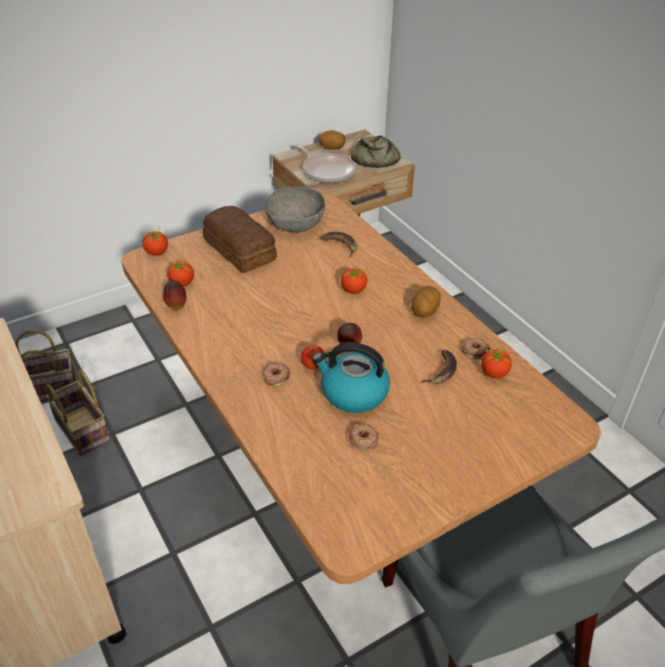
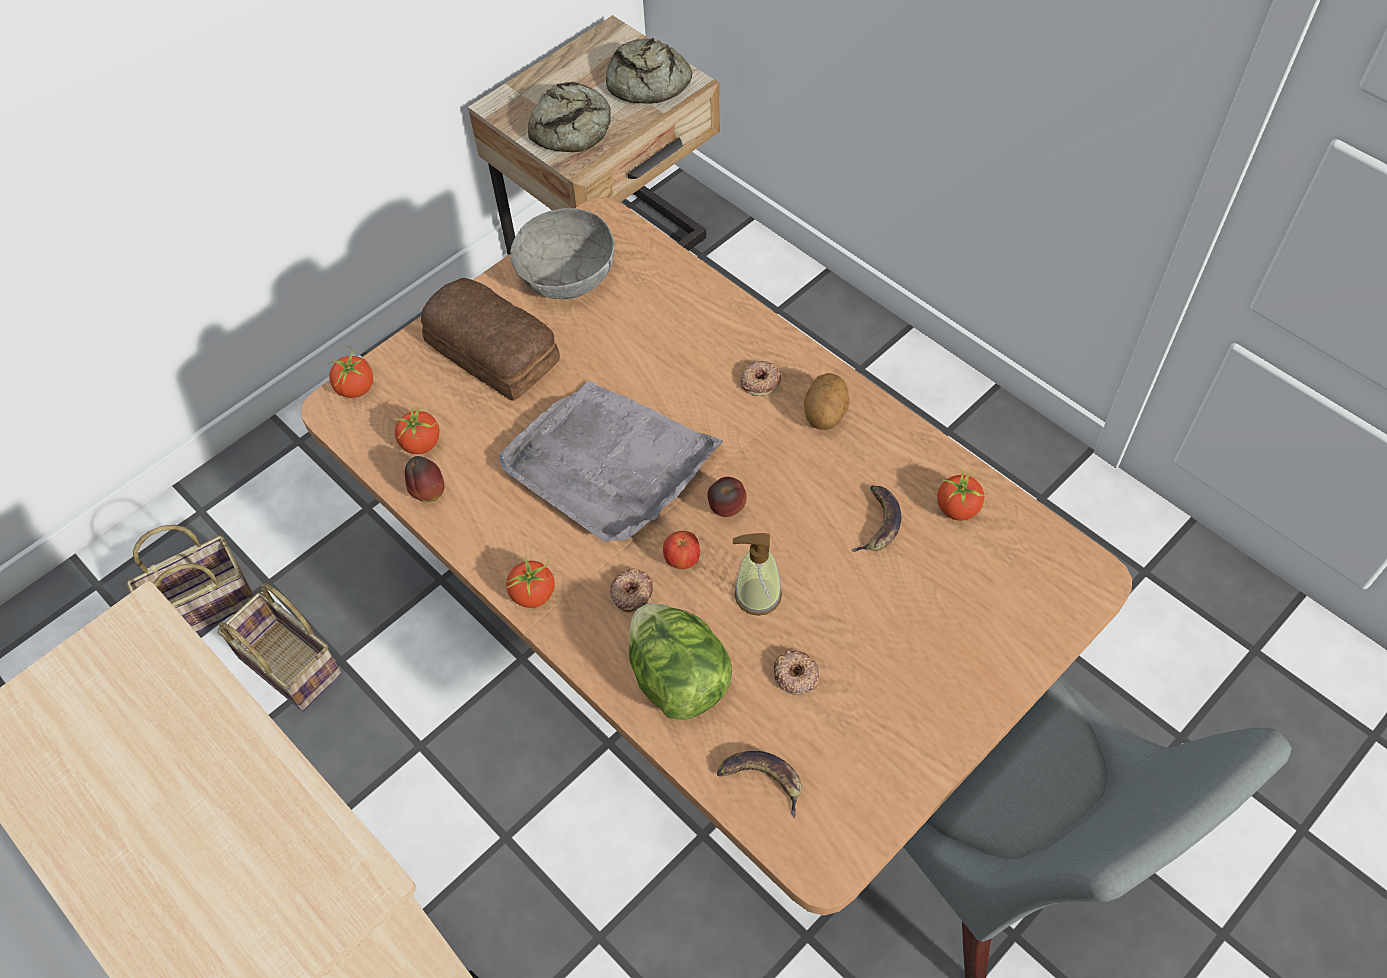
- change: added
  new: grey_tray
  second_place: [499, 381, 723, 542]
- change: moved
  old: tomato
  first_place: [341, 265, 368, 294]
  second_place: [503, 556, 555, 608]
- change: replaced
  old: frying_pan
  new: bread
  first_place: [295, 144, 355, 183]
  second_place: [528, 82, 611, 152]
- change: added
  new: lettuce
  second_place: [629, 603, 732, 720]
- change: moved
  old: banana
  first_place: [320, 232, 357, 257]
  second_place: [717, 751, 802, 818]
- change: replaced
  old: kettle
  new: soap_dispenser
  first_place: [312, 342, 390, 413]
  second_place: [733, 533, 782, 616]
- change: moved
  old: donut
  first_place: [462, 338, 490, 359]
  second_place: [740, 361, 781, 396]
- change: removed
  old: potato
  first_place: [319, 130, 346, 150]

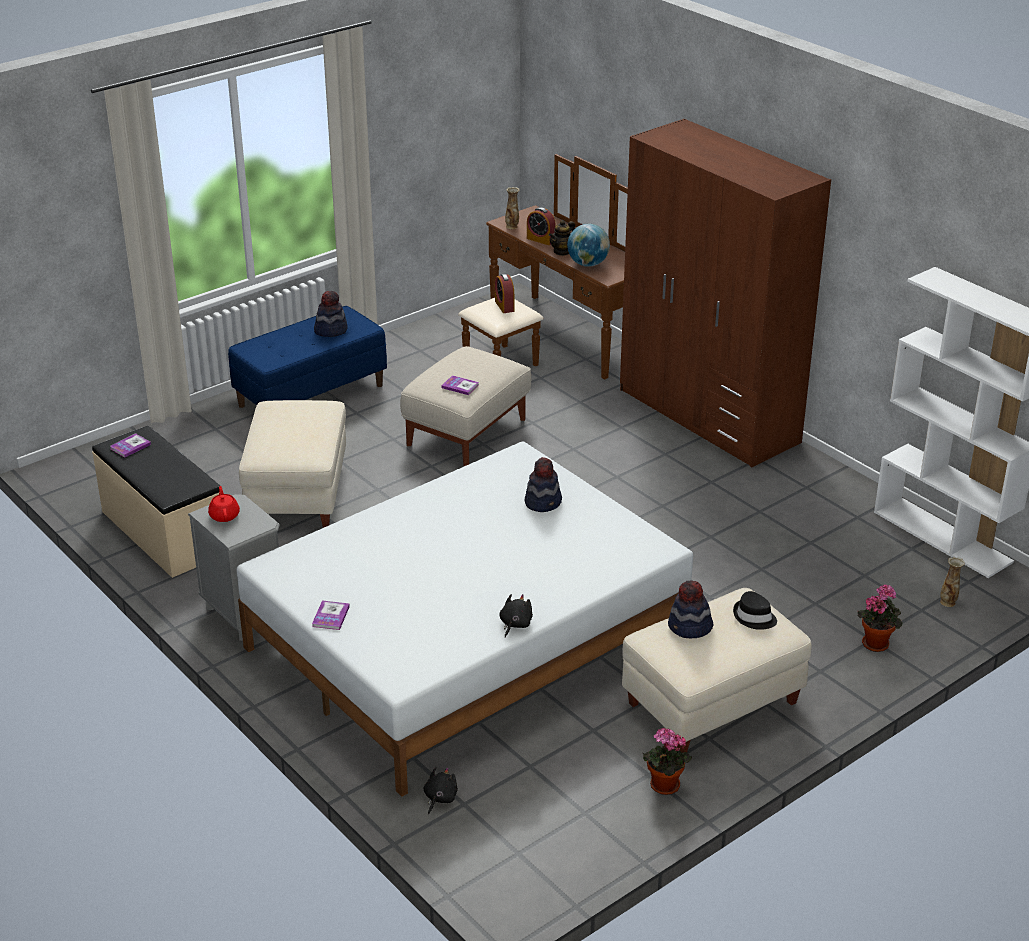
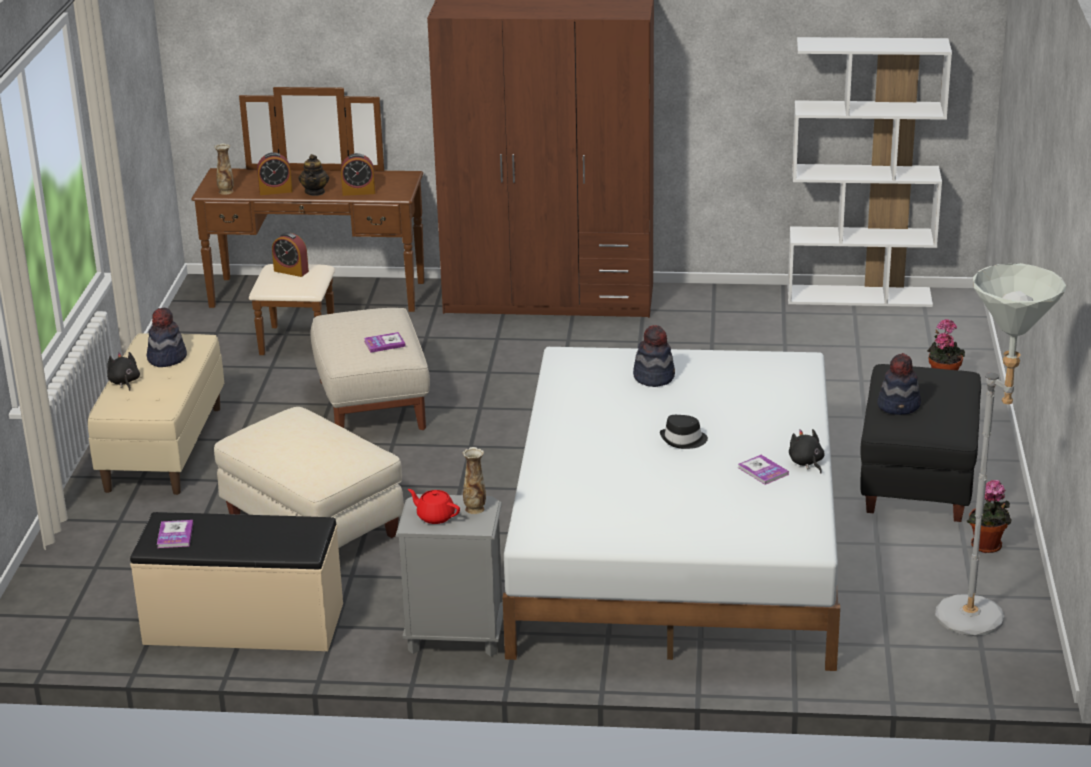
- change: recoloured
  old: blue_bench
  new: beige_bench
  first_place: [228, 306, 387, 408]
  second_place: [88, 333, 224, 495]
- change: moved
  old: black_plush_toy
  first_place: [424, 767, 458, 814]
  second_place: [107, 352, 140, 391]
- change: replaced
  old: globe
  new: alarm_clock
  first_place: [567, 224, 610, 267]
  second_place: [341, 153, 375, 196]
- change: moved
  old: vase
  first_place: [940, 557, 965, 607]
  second_place: [463, 447, 486, 514]
- change: moved
  old: black_hat
  first_place: [733, 591, 777, 630]
  second_place: [660, 415, 708, 449]
- change: moved
  old: book
  first_place: [312, 601, 350, 630]
  second_place: [738, 455, 789, 485]
- change: recoloured
  old: beige_ottoman
  new: black_ottoman
  first_place: [622, 588, 812, 753]
  second_place: [860, 364, 981, 522]
- change: added
  new: grey_floor_lamp
  second_place: [935, 263, 1066, 636]

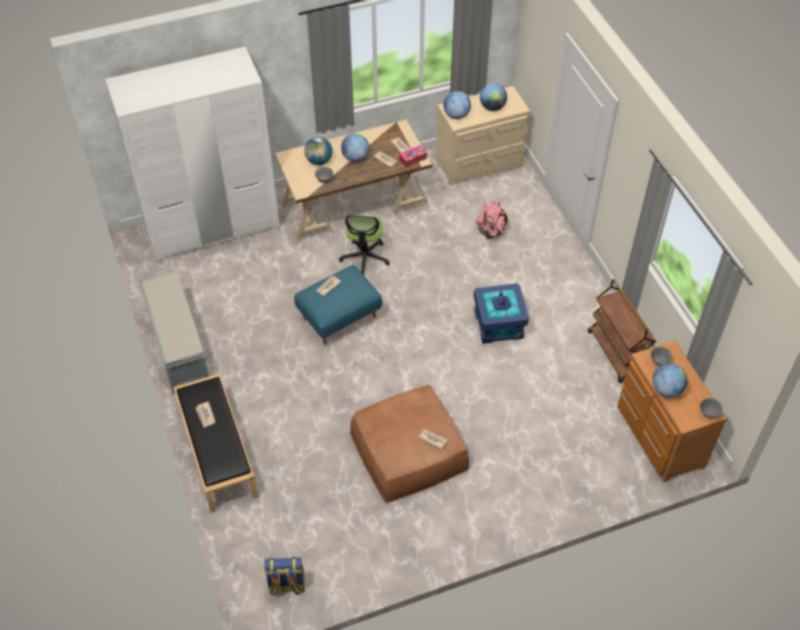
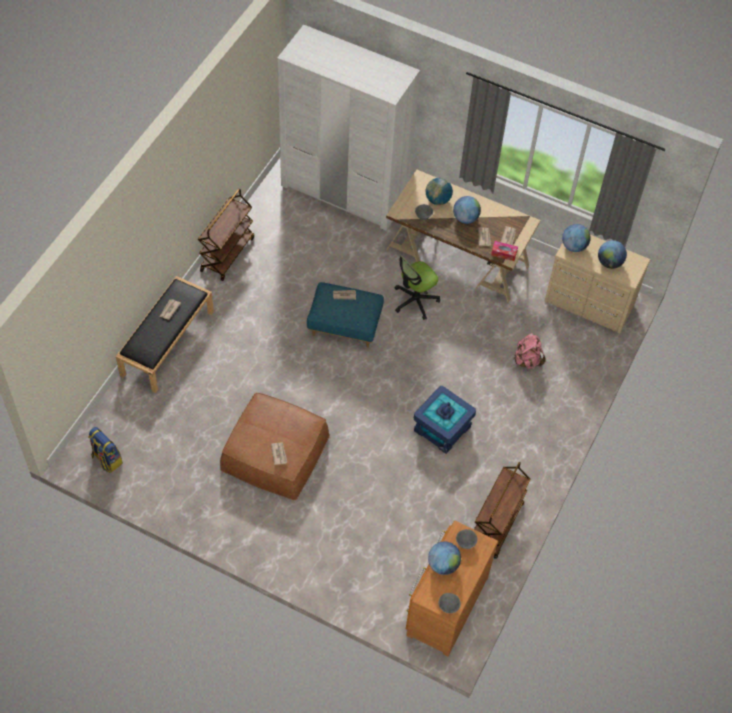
- change: replaced
  old: grey_bench
  new: brown_cart
  first_place: [139, 272, 209, 394]
  second_place: [198, 189, 254, 281]

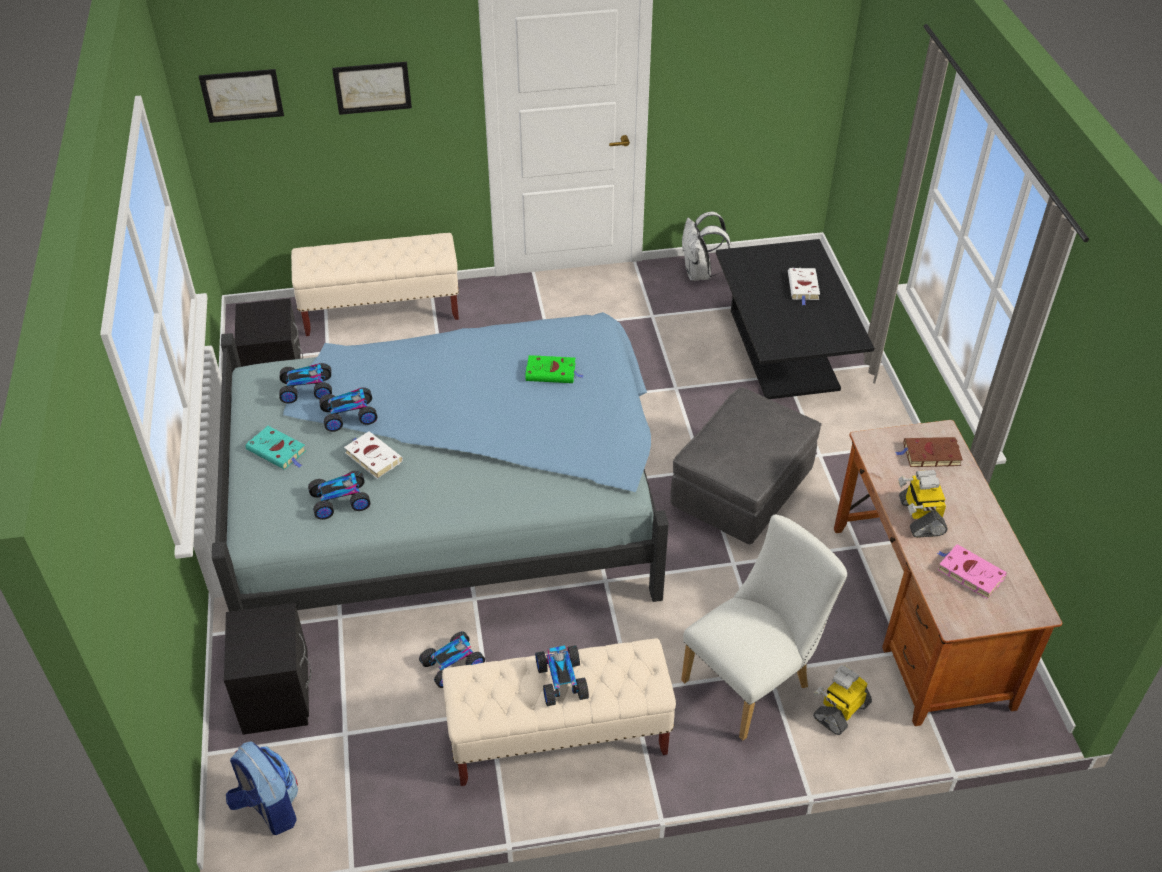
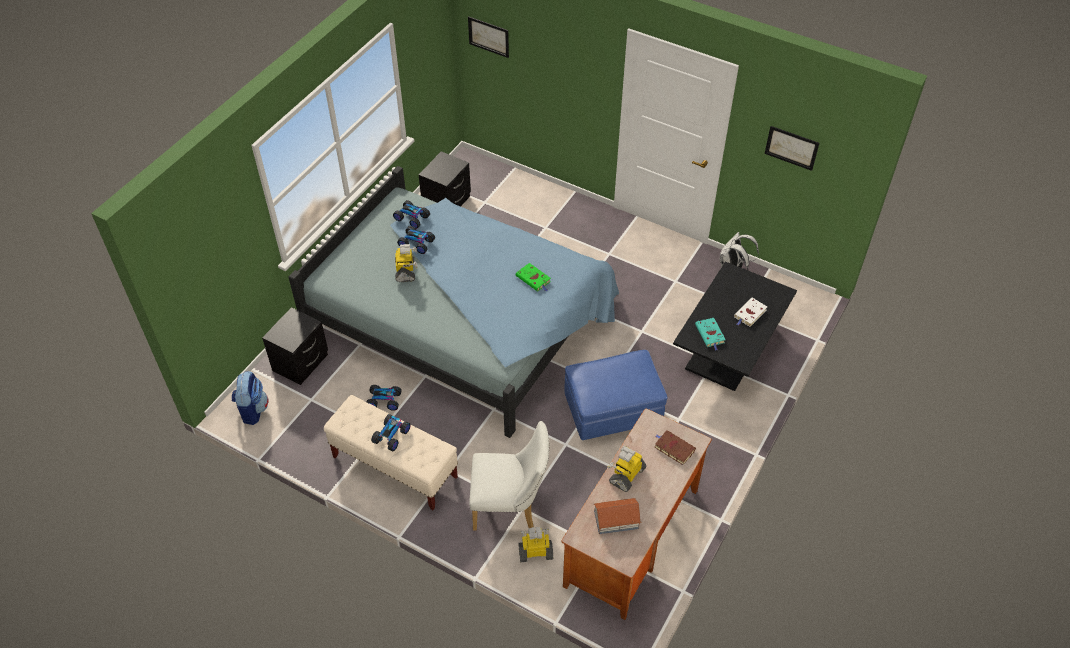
- change: replaced
  old: white_book
  new: toy_robot
  first_place: [344, 431, 403, 479]
  second_place: [395, 244, 417, 282]
- change: recoloured
  old: grey_ottoman
  new: blue_ottoman
  first_place: [670, 387, 822, 544]
  second_place: [565, 350, 667, 440]
- change: replaced
  old: pink_book
  new: toy_house
  first_place: [937, 544, 1007, 599]
  second_place: [593, 498, 642, 534]
- change: moved
  old: turquoise_book
  first_place: [246, 426, 306, 470]
  second_place: [695, 318, 726, 351]
- change: moved
  old: picture
  first_place: [332, 62, 412, 115]
  second_place: [765, 126, 819, 171]
- change: removed
  old: beige_bench
  first_place: [291, 233, 459, 336]
- change: removed
  old: toy_car
  first_place: [308, 471, 371, 520]

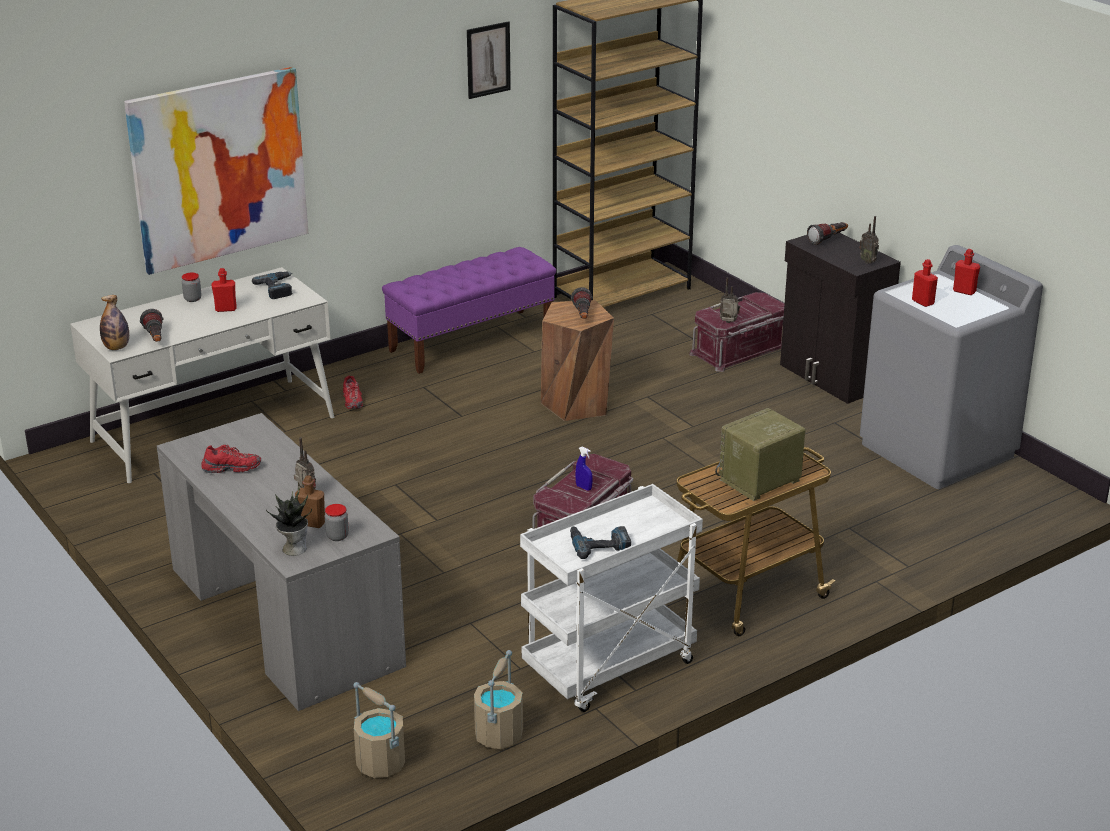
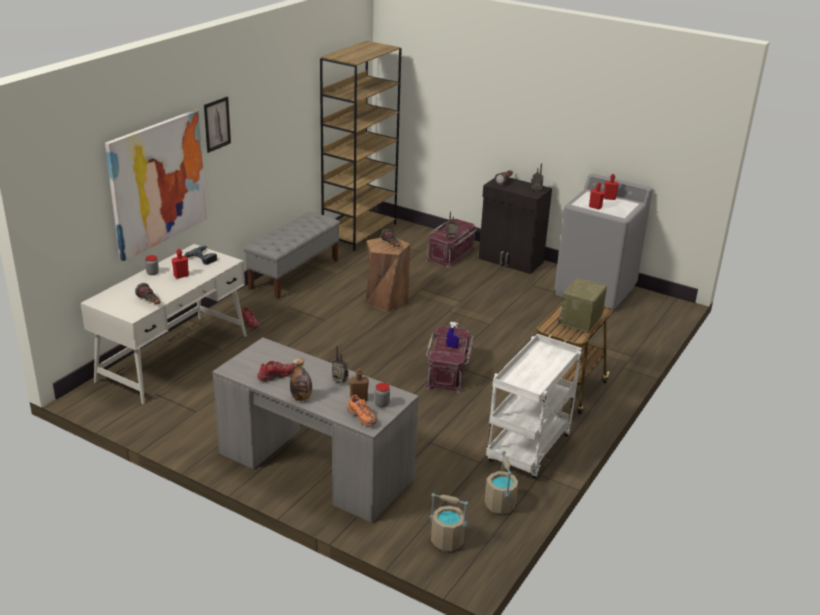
- change: moved
  old: picture
  first_place: [467, 21, 511, 99]
  second_place: [204, 97, 231, 153]
- change: recoloured
  old: purple_bench
  new: grey_bench
  first_place: [382, 247, 556, 374]
  second_place: [244, 212, 340, 299]
- change: moved
  old: bottle
  first_place: [100, 295, 129, 350]
  second_place: [290, 358, 312, 401]
- change: replaced
  old: potted_plant
  new: orange_shoe
  first_place: [266, 488, 312, 556]
  second_place: [347, 395, 377, 426]
- change: removed
  old: power_drill
  first_place: [570, 526, 631, 559]

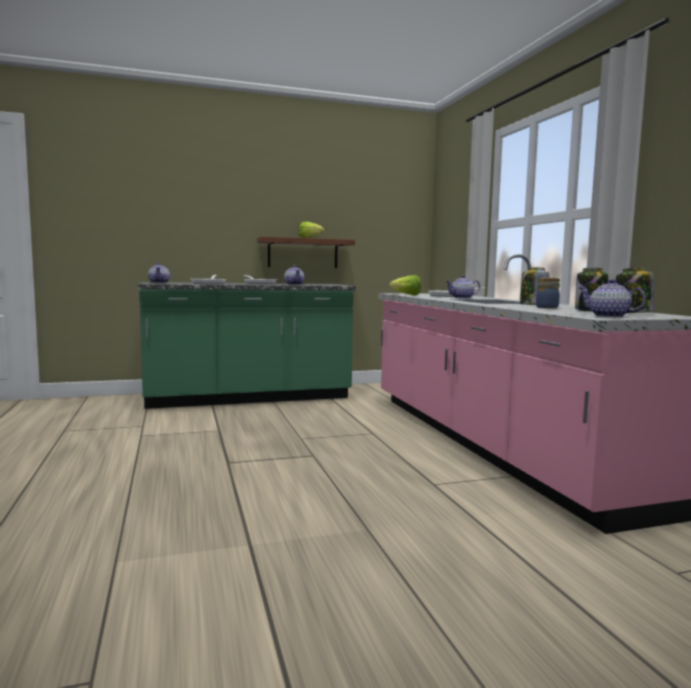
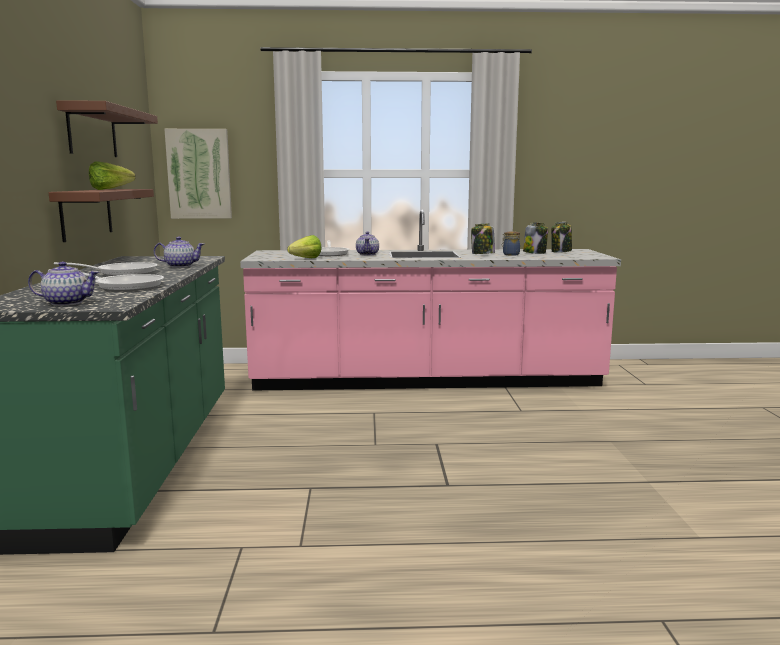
- change: added
  new: brown_shelf
  second_place: [56, 100, 158, 157]
- change: added
  new: picture
  second_place: [164, 129, 232, 219]
- change: removed
  old: teapot
  first_place: [579, 279, 646, 317]

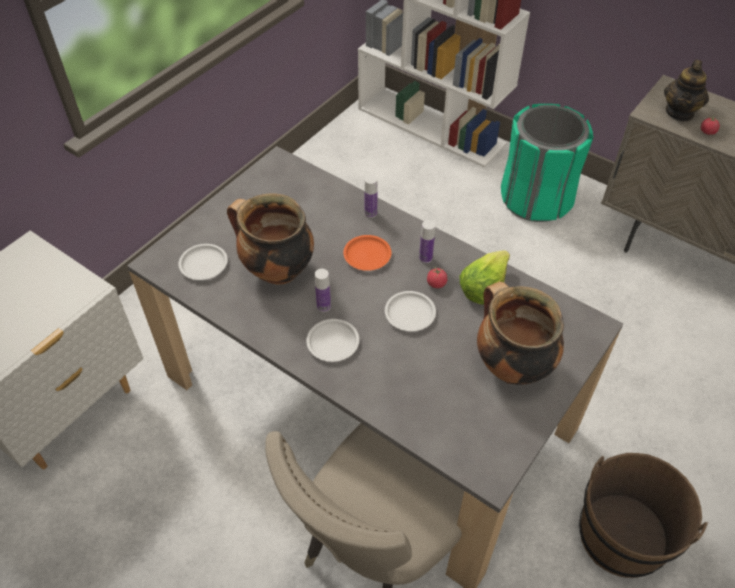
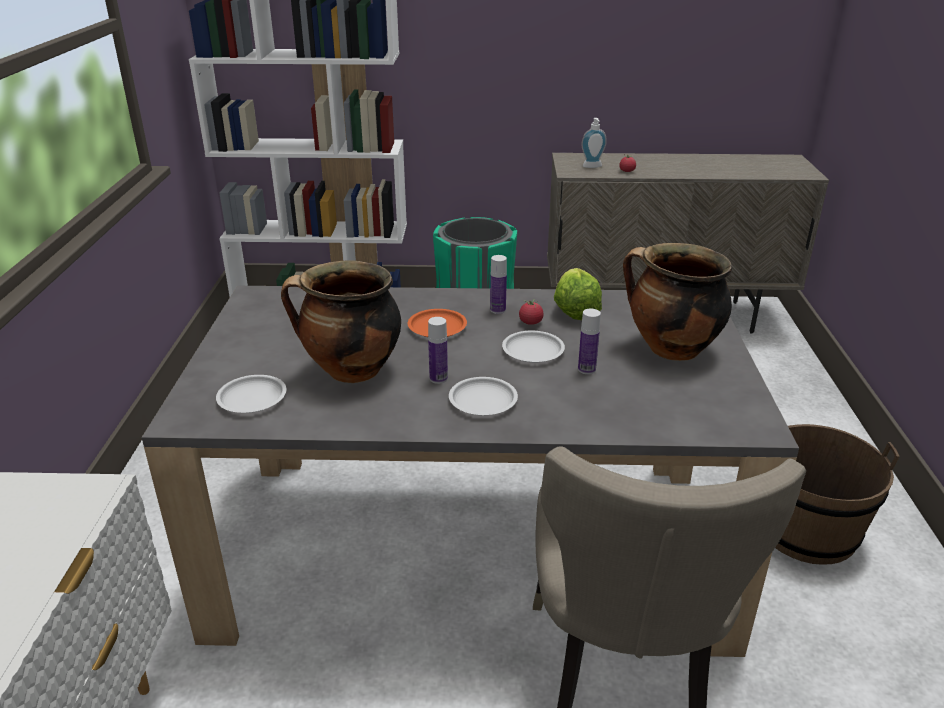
- change: moved
  old: bottle
  first_place: [364, 175, 378, 218]
  second_place: [578, 309, 601, 375]
- change: replaced
  old: teapot
  new: soap_dispenser
  first_place: [664, 60, 709, 121]
  second_place: [582, 118, 607, 168]

